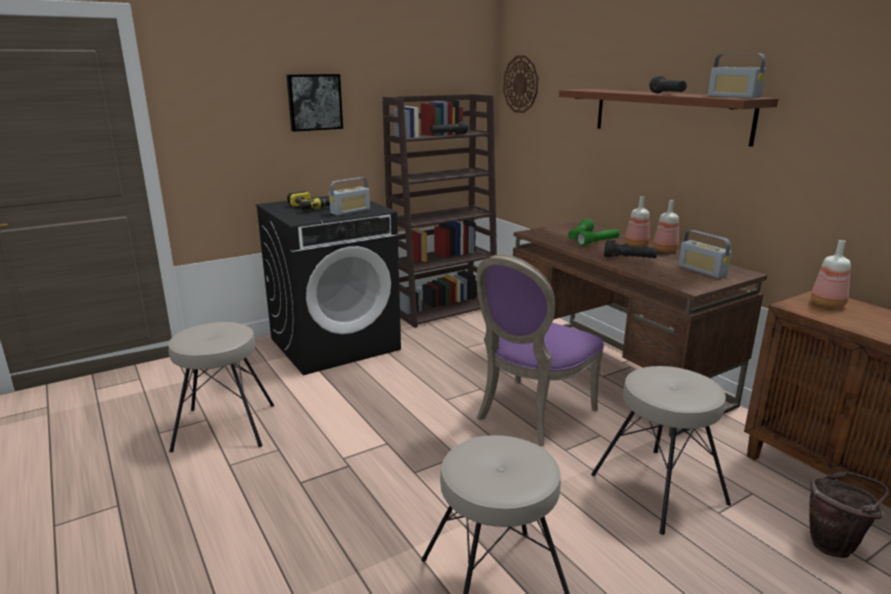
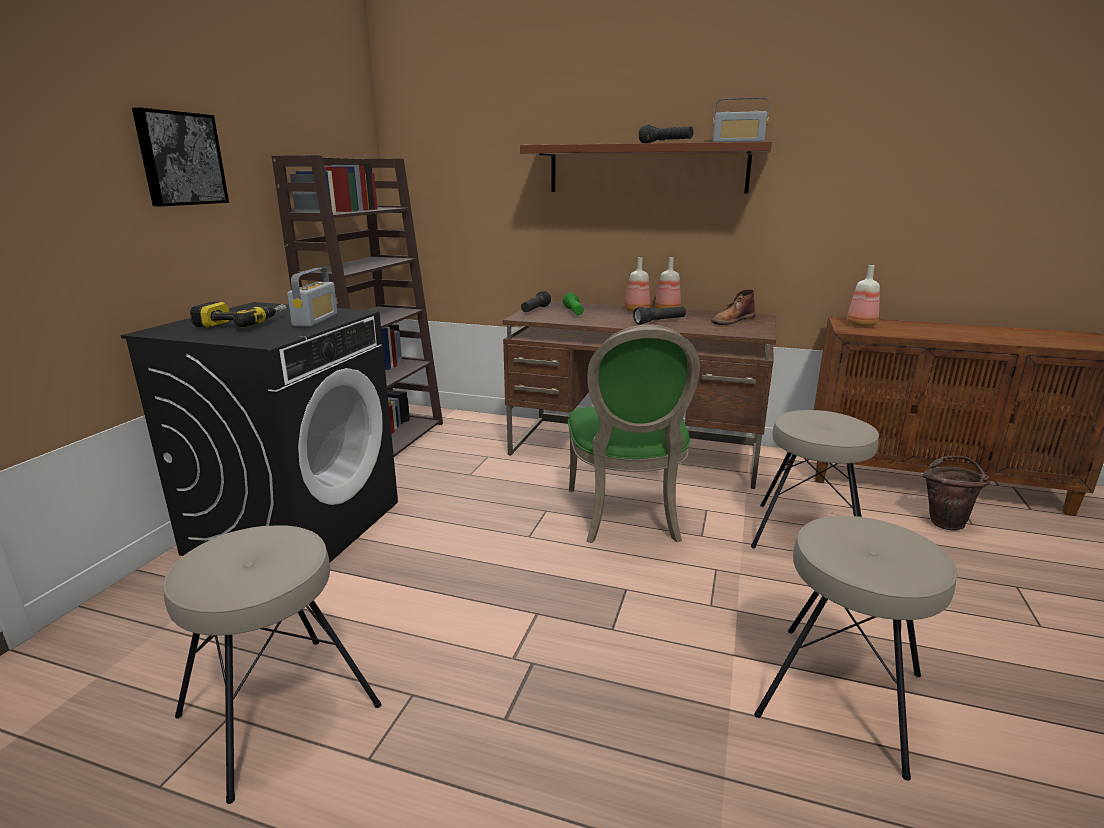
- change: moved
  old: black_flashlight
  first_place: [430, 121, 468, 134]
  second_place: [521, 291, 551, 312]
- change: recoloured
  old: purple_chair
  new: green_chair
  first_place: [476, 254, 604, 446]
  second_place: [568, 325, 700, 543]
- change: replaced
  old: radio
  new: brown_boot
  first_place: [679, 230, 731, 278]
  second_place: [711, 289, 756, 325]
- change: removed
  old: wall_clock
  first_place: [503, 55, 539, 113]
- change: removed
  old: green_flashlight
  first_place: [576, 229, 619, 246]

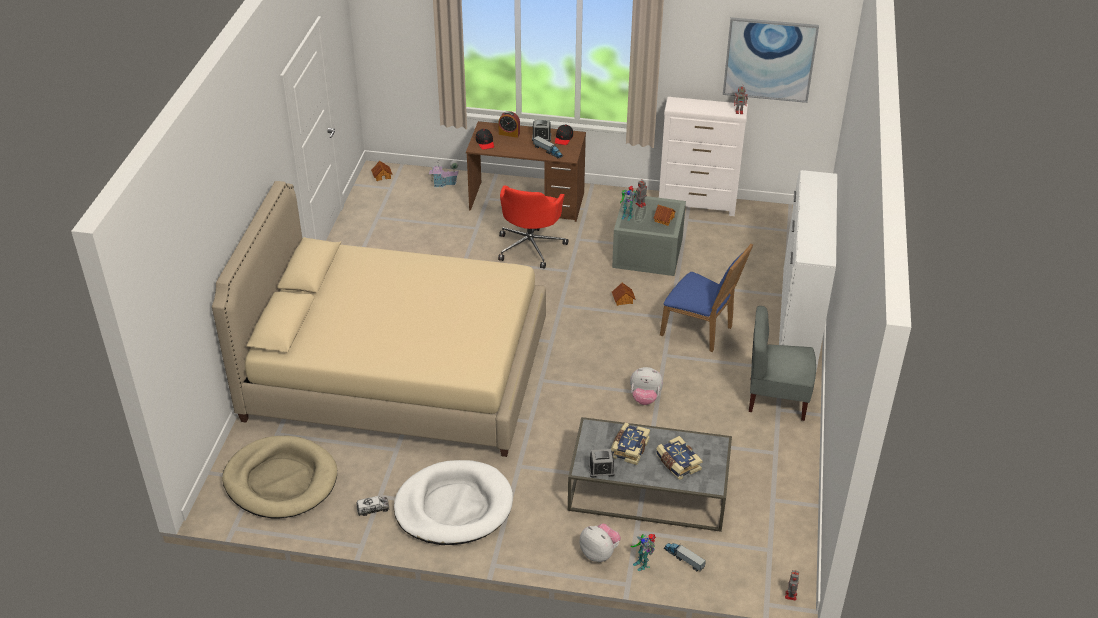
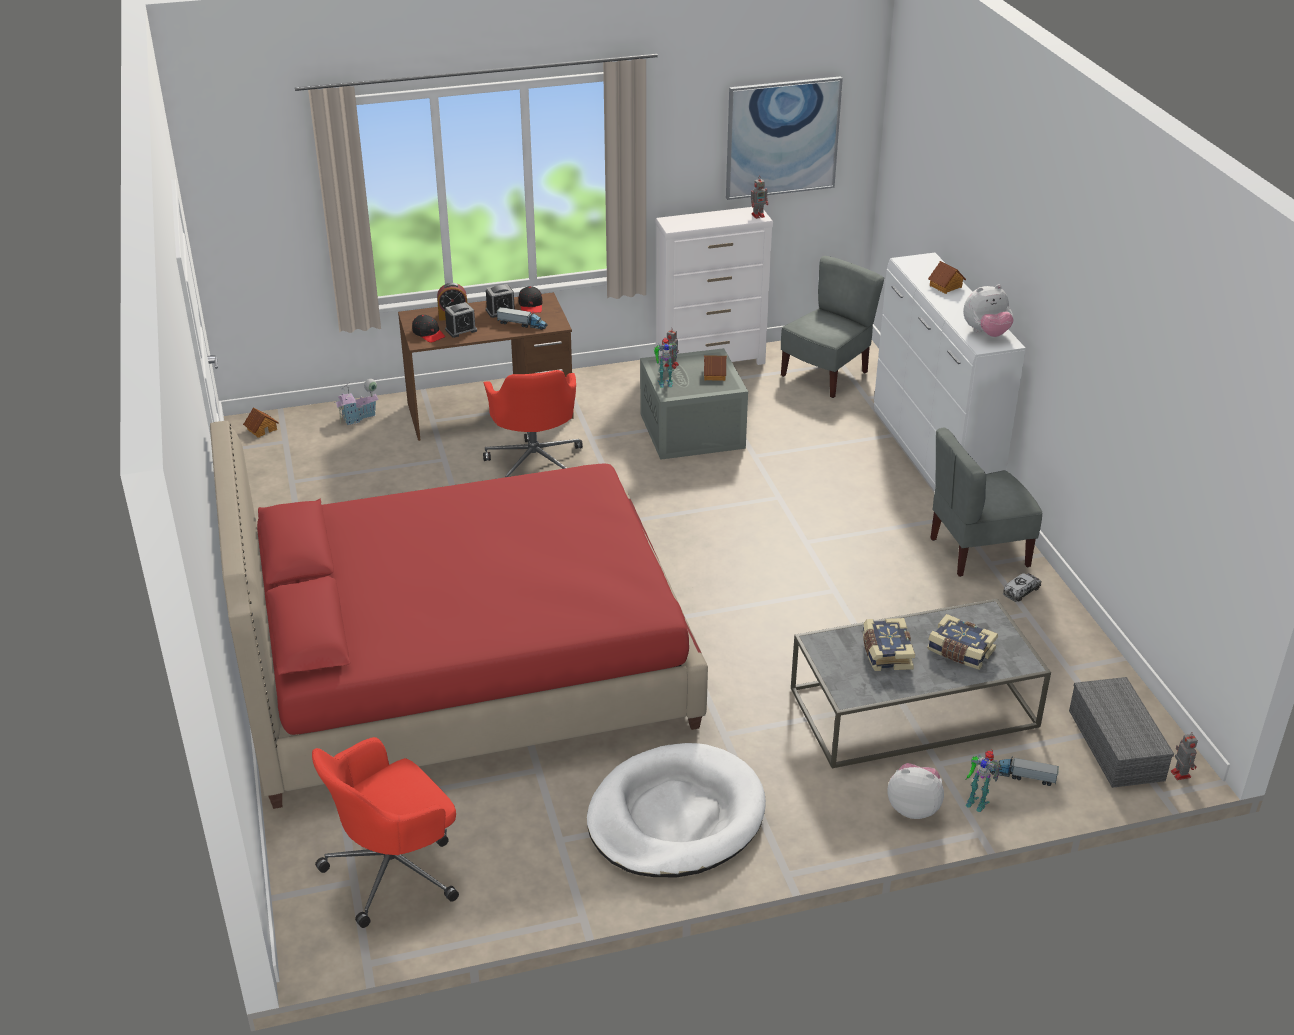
- change: recoloured
  old: beige_bed
  new: red_bed
  first_place: [212, 181, 546, 457]
  second_place: [210, 421, 708, 809]
- change: replaced
  old: beige_dog_bed
  new: red_office_chair
  first_place: [222, 436, 337, 518]
  second_place: [312, 737, 459, 928]
- change: moved
  old: alarm_clock
  first_place: [589, 449, 614, 478]
  second_place: [445, 302, 477, 338]
- change: added
  new: grey_chair
  second_place: [781, 256, 884, 398]
- change: moved
  old: toy_house
  first_place: [612, 283, 636, 306]
  second_place: [928, 261, 966, 294]
- change: moved
  old: plush_toy
  first_place: [630, 367, 663, 405]
  second_place: [963, 285, 1013, 337]
- change: moved
  old: toy_truck
  first_place: [356, 496, 390, 516]
  second_place: [1003, 573, 1041, 602]
- change: added
  new: grey_storage_box
  second_place: [1069, 677, 1174, 788]
- change: removed
  old: blue_chair
  first_place: [660, 244, 753, 352]

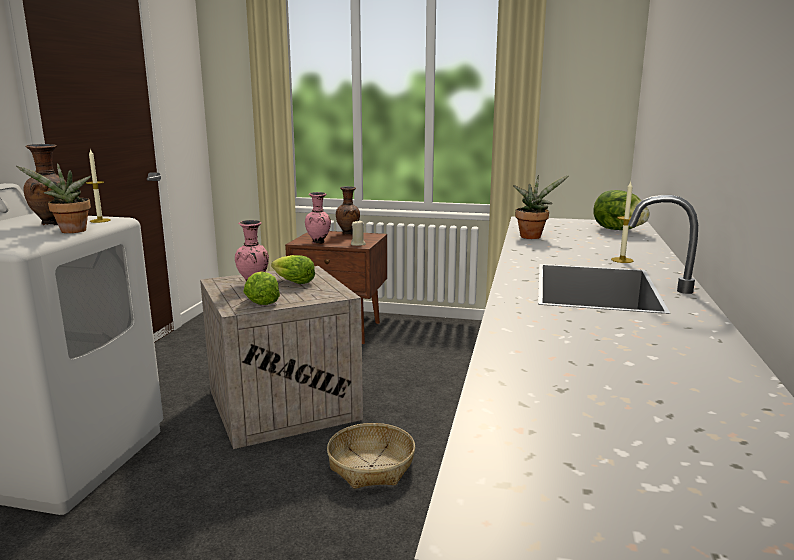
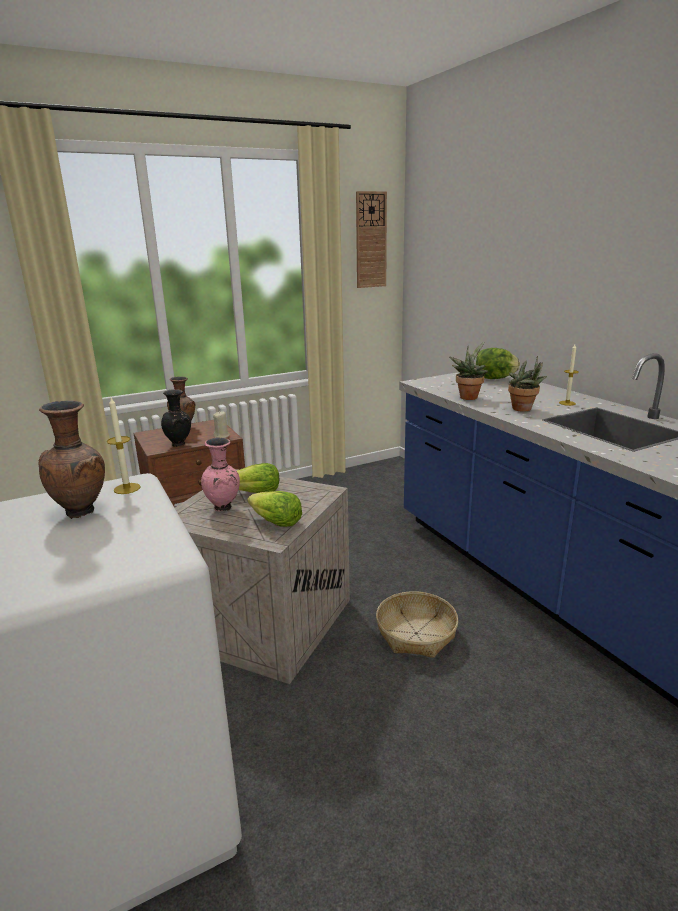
- change: recoloured
  old: pink_vase
  new: black_vase
  first_place: [305, 192, 331, 244]
  second_place: [161, 389, 191, 447]
- change: added
  new: wall_clock
  second_place: [356, 191, 387, 288]
- change: moved
  old: potted_plant
  first_place: [16, 163, 91, 233]
  second_place: [508, 356, 547, 412]

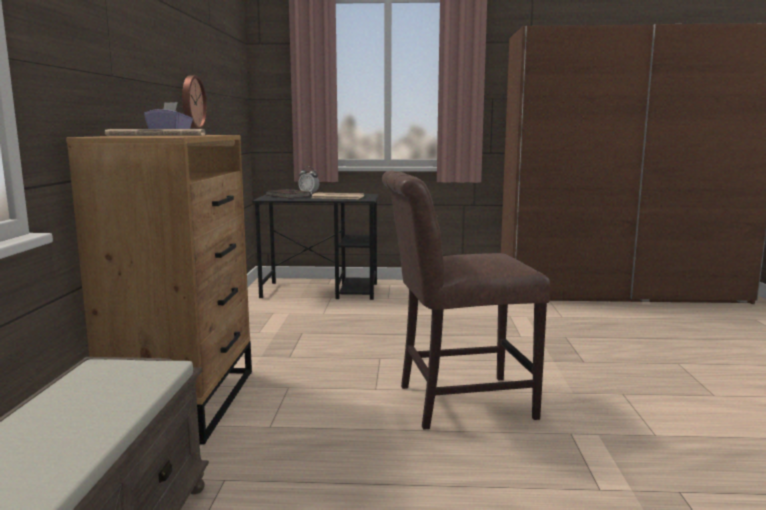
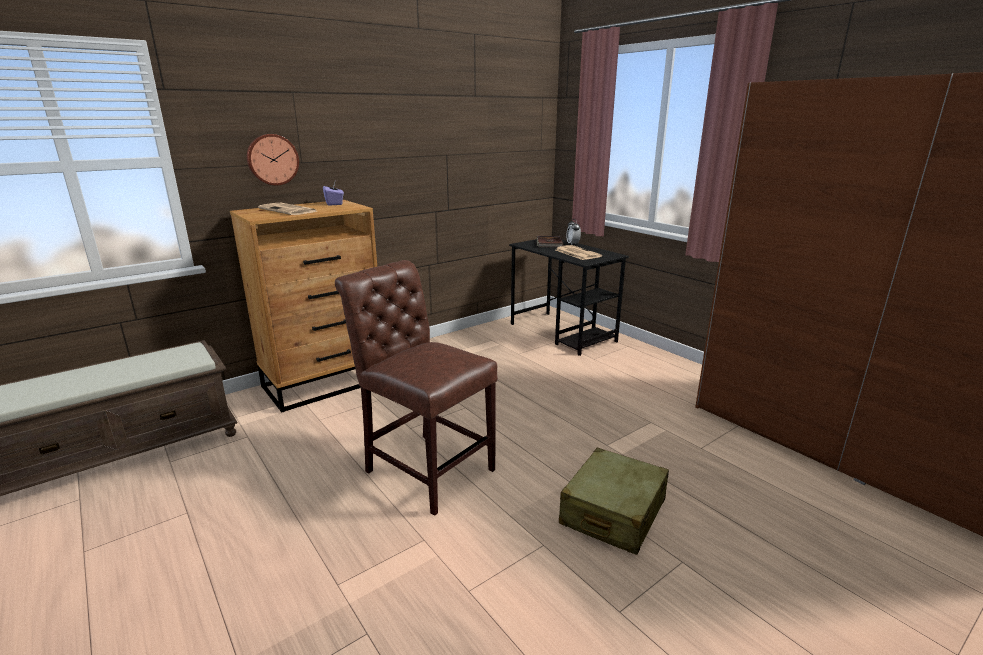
- change: moved
  old: wall_clock
  first_place: [182, 75, 207, 129]
  second_place: [247, 134, 299, 186]
- change: added
  new: beige_suitcase
  second_place: [559, 448, 669, 555]

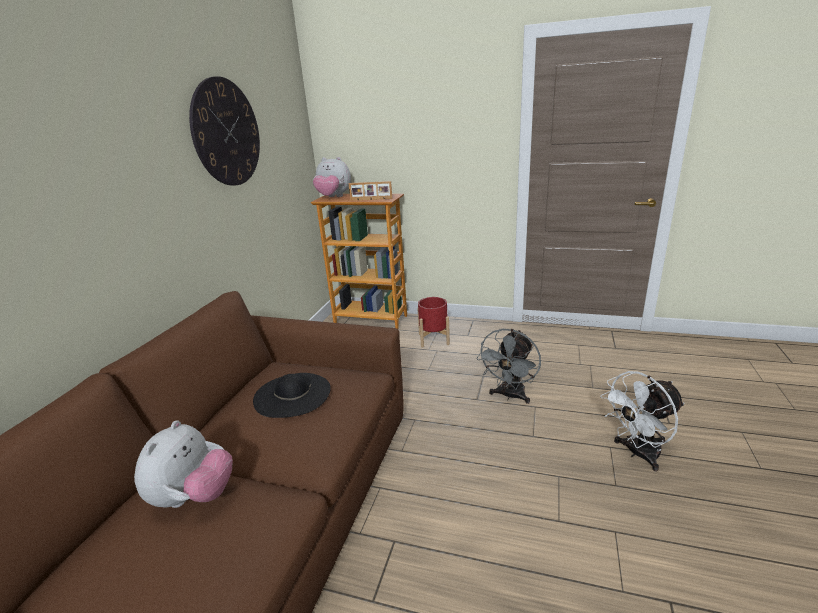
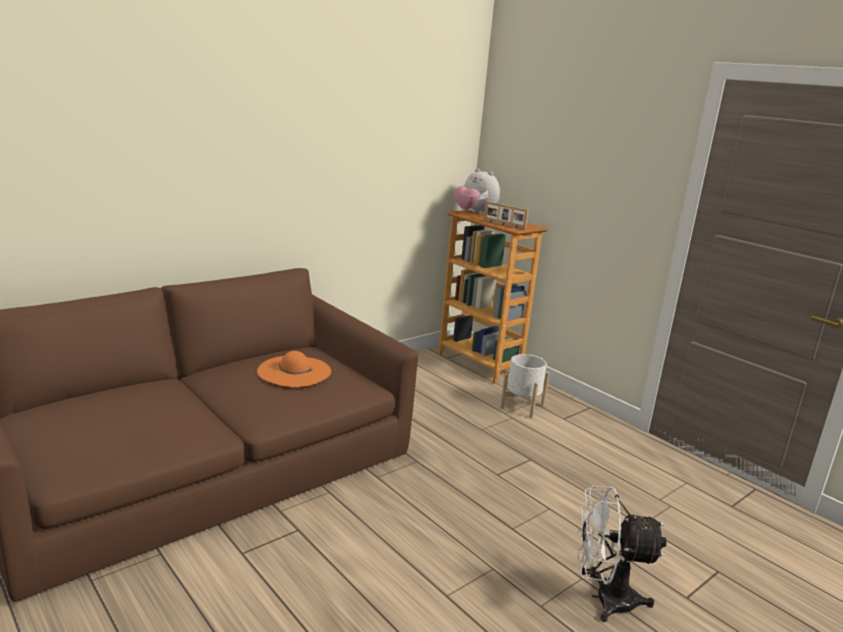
- change: recoloured
  old: black_hat
  new: orange_hat
  first_place: [253, 373, 331, 418]
  second_place: [257, 351, 331, 387]
- change: recoloured
  old: red_planter
  new: white_planter
  first_place: [417, 297, 450, 347]
  second_place: [500, 354, 549, 418]
- change: removed
  old: plush_toy
  first_place: [134, 420, 233, 508]
- change: removed
  old: wall_clock
  first_place: [189, 76, 260, 185]
- change: removed
  old: grey_fan
  first_place: [476, 329, 541, 404]

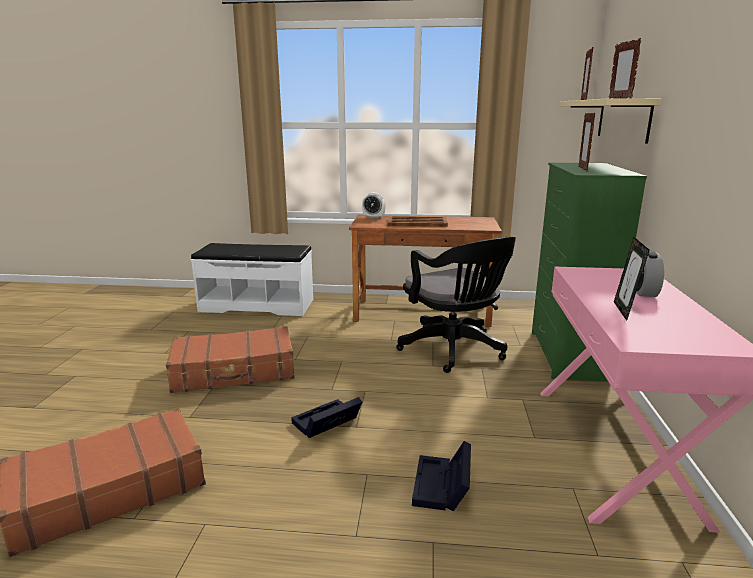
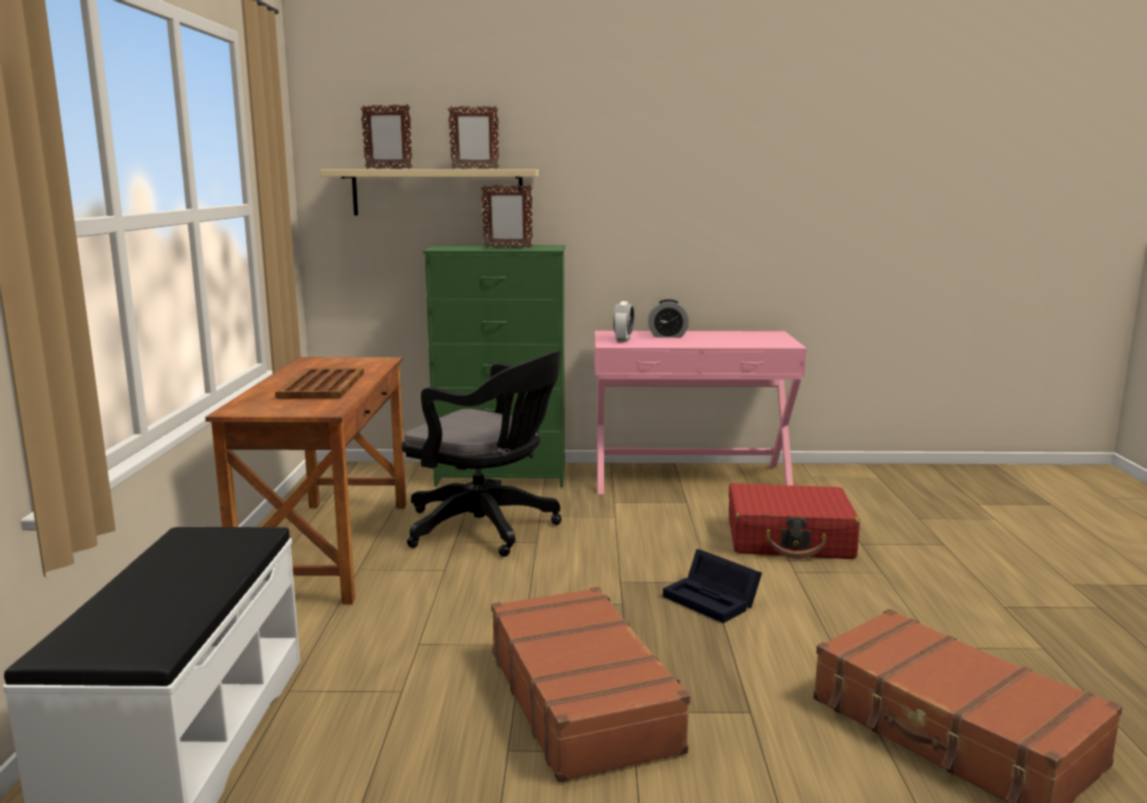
- change: turned
  old: black_office_chair
  first_place: [396, 237, 516, 373]
  second_place: [402, 350, 562, 557]
  degrees: 60
- change: moved
  old: alarm_clock
  first_place: [362, 192, 386, 219]
  second_place: [613, 301, 634, 342]
- change: replaced
  old: black_storage_box
  new: red_suitcase
  first_place: [412, 441, 471, 511]
  second_place: [729, 483, 860, 559]
- change: removed
  old: picture_frame
  first_place: [614, 237, 650, 321]

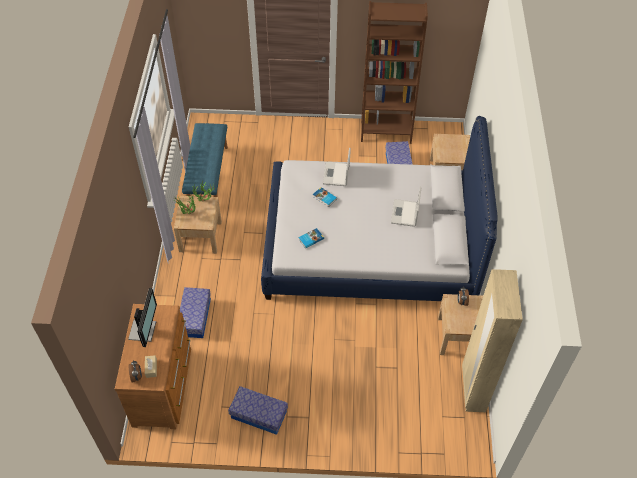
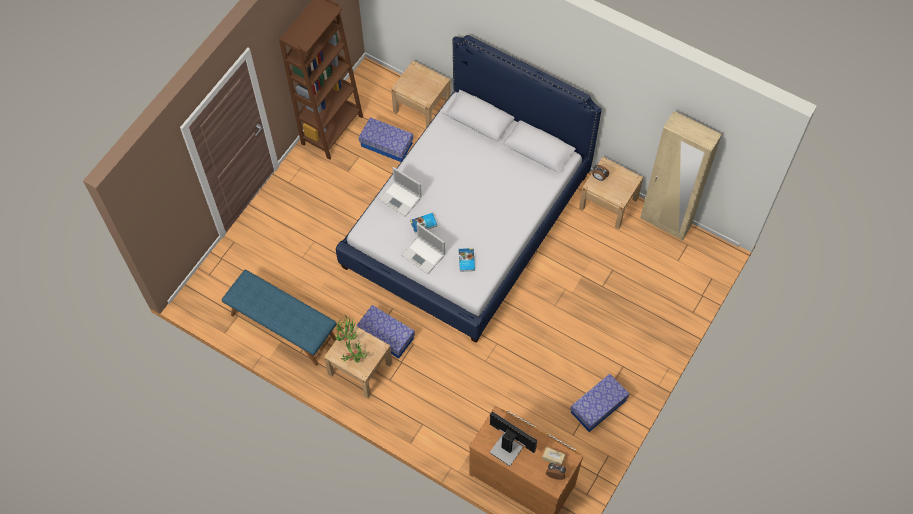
- change: moved
  old: storage_box
  first_place: [180, 287, 211, 338]
  second_place: [356, 305, 415, 359]
- change: moved
  old: laptop
  first_place: [391, 187, 422, 227]
  second_place: [401, 223, 445, 274]

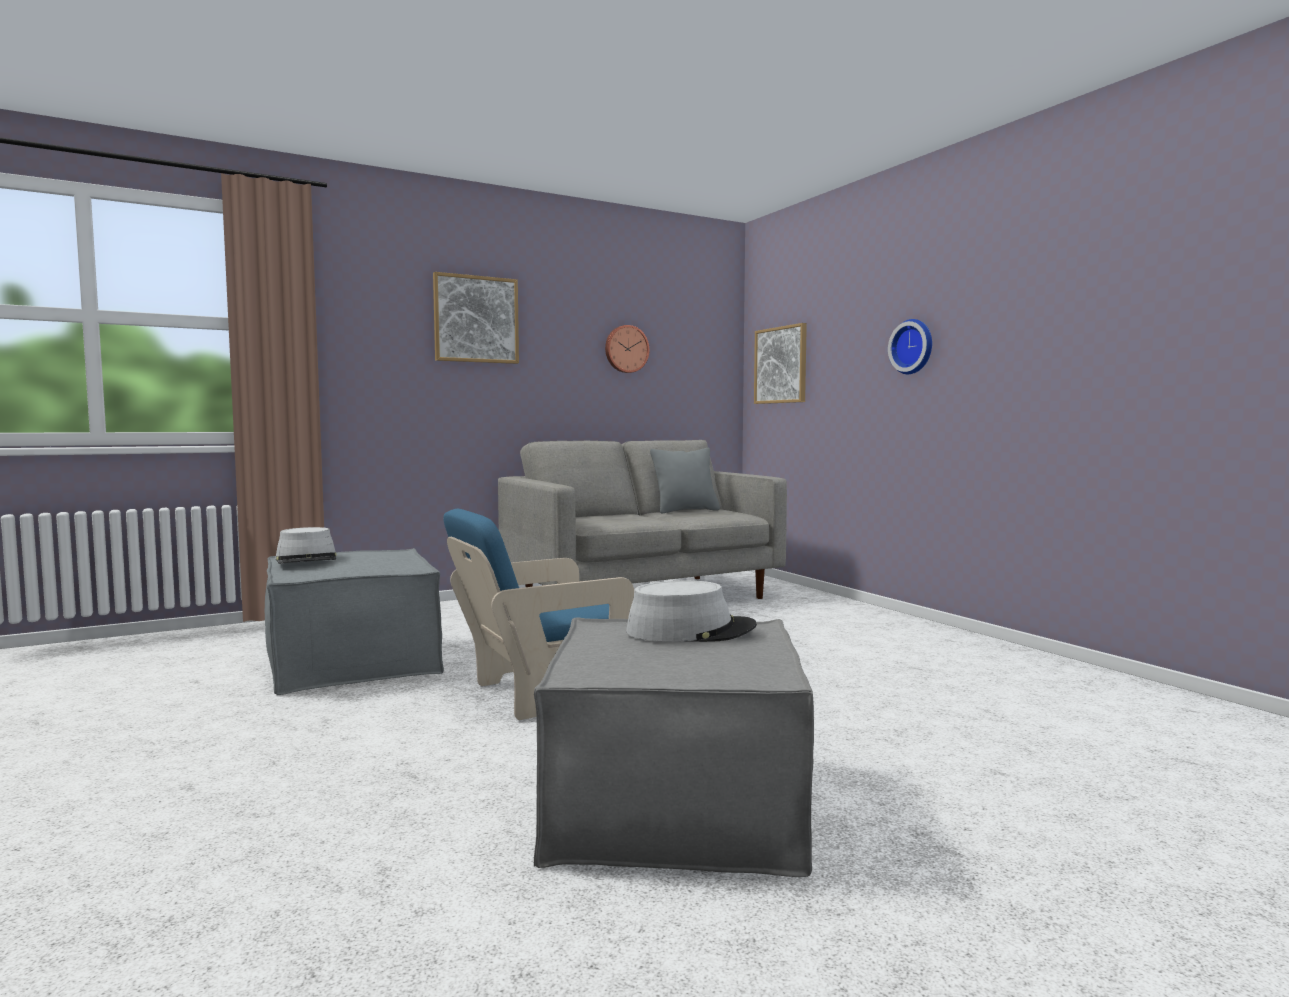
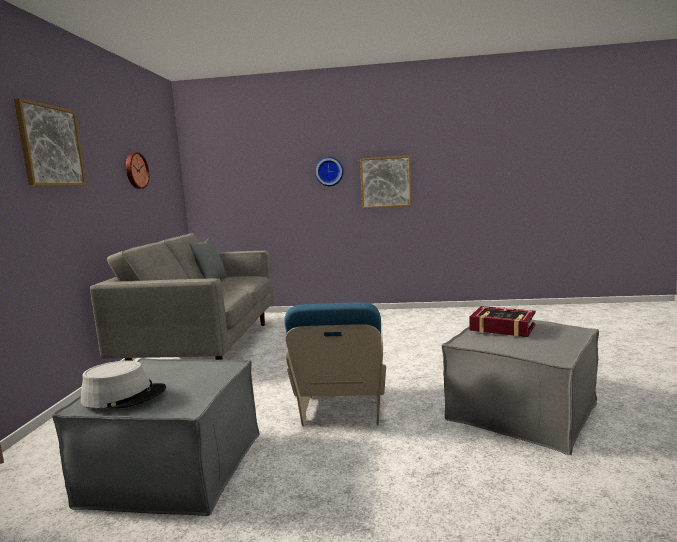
- change: moved
  old: picture
  first_place: [754, 323, 807, 404]
  second_place: [360, 155, 412, 209]
- change: replaced
  old: grey_hat
  new: book
  first_place: [626, 581, 757, 642]
  second_place: [469, 306, 536, 337]

